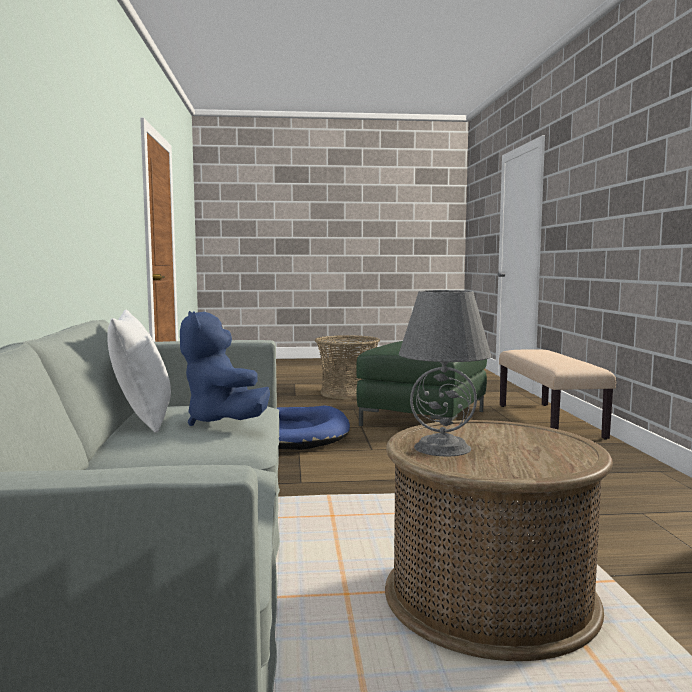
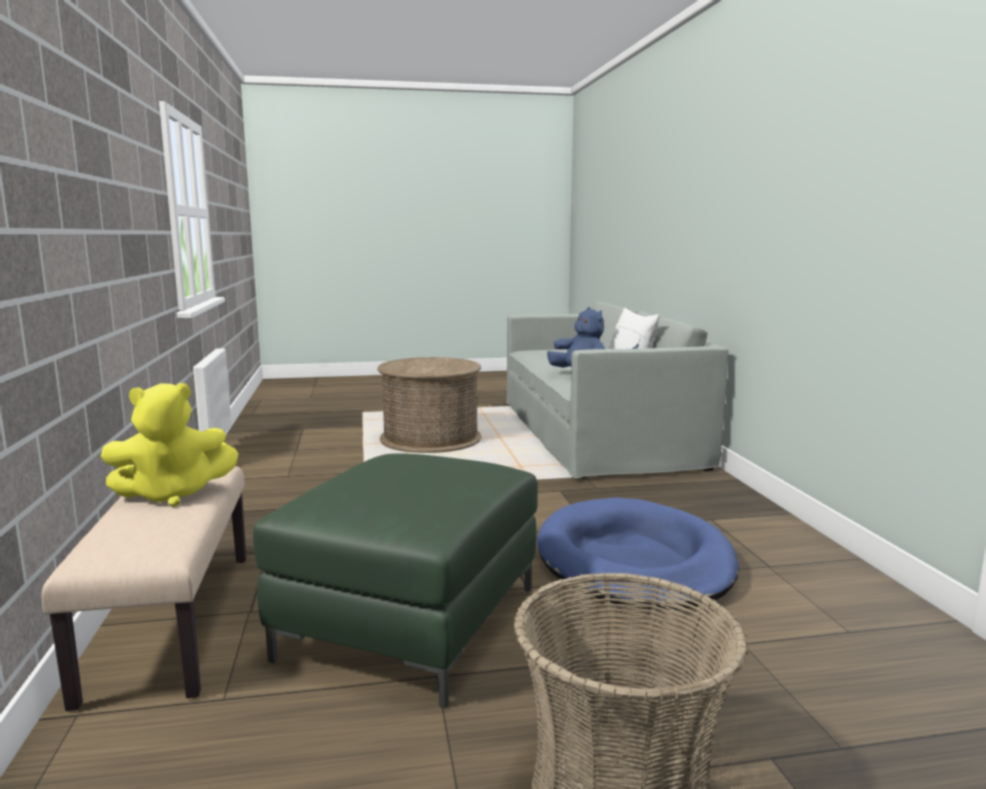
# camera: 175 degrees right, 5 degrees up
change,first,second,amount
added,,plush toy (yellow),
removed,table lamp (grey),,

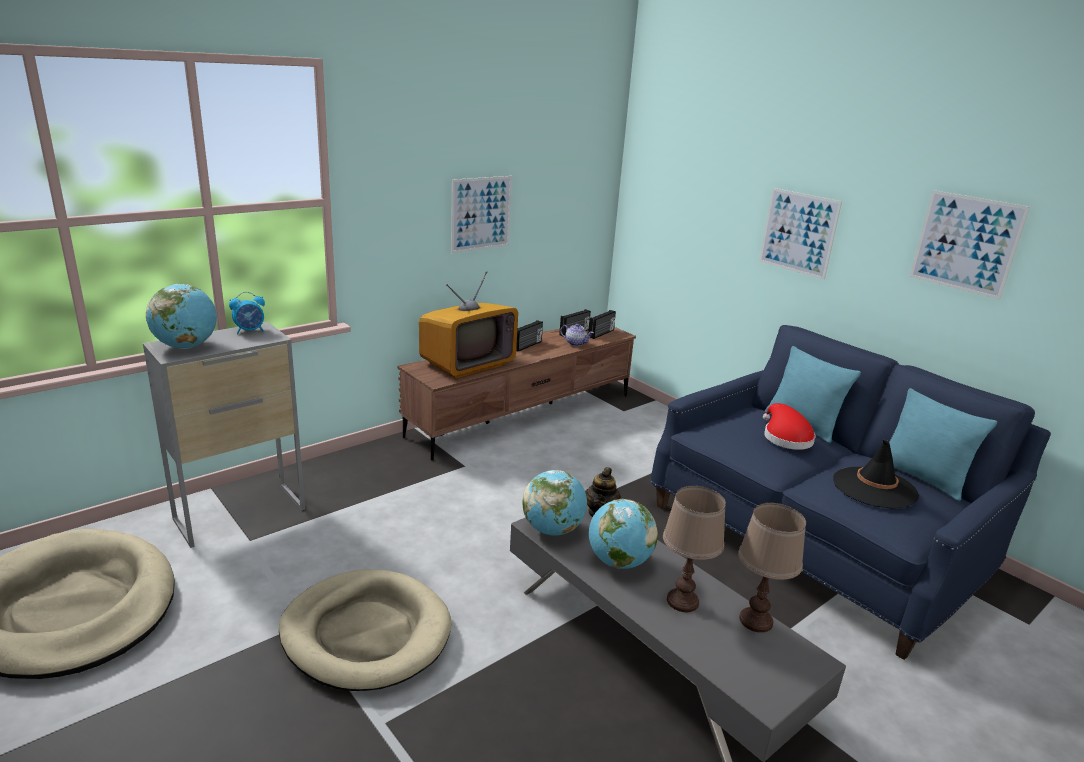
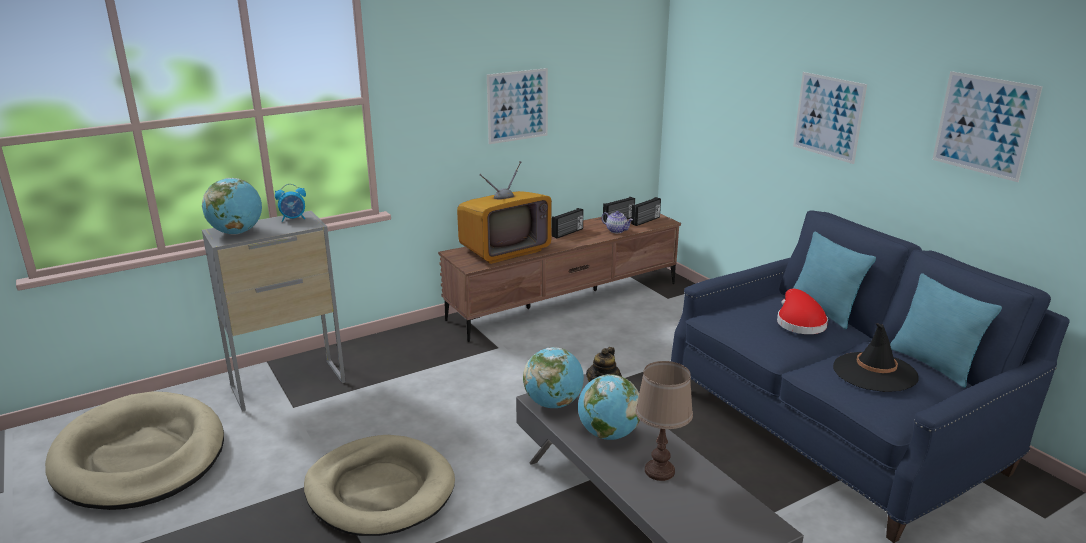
# camera: 10 degrees right, 0 degrees up
change,first,second,amount
removed,table lamp (brown) (2nd from left),,

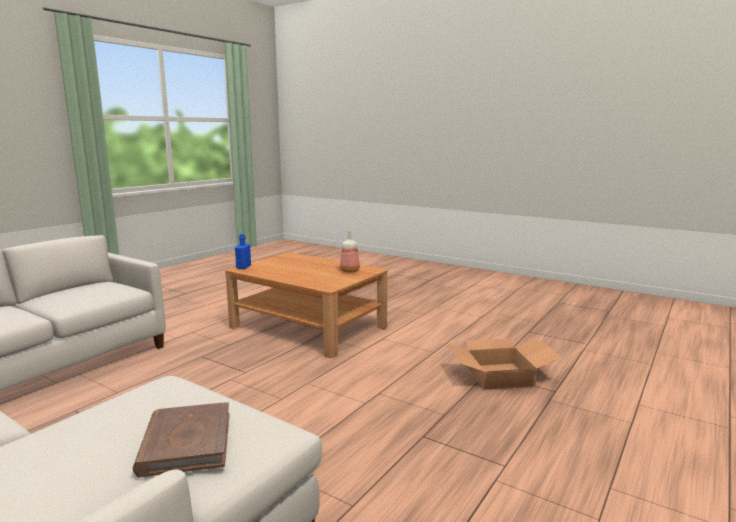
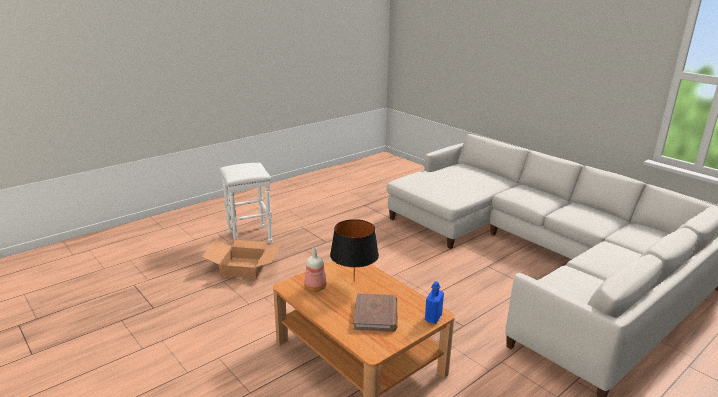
# camera: 165 degrees left, 10 degrees up
change,first,second,amount
added,,stool (white),
added,,table lamp (black),
moved,book (brown),,

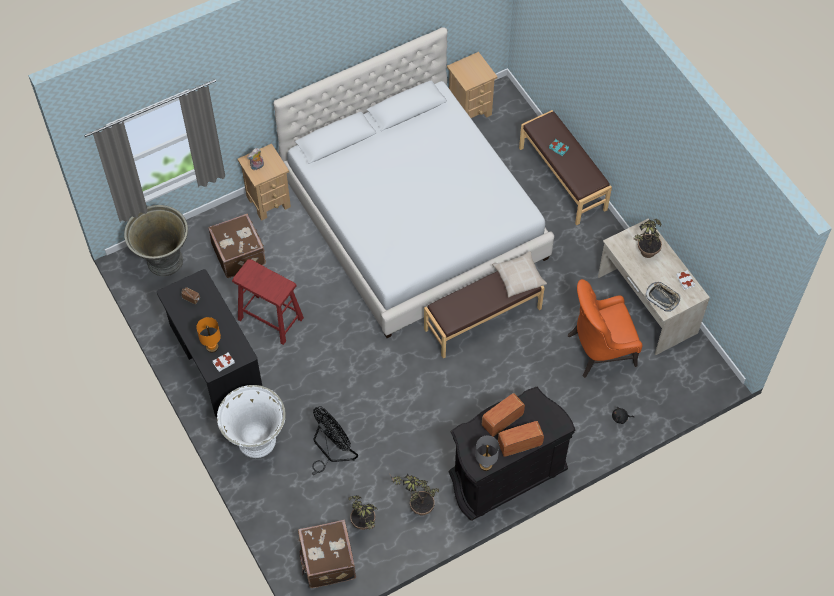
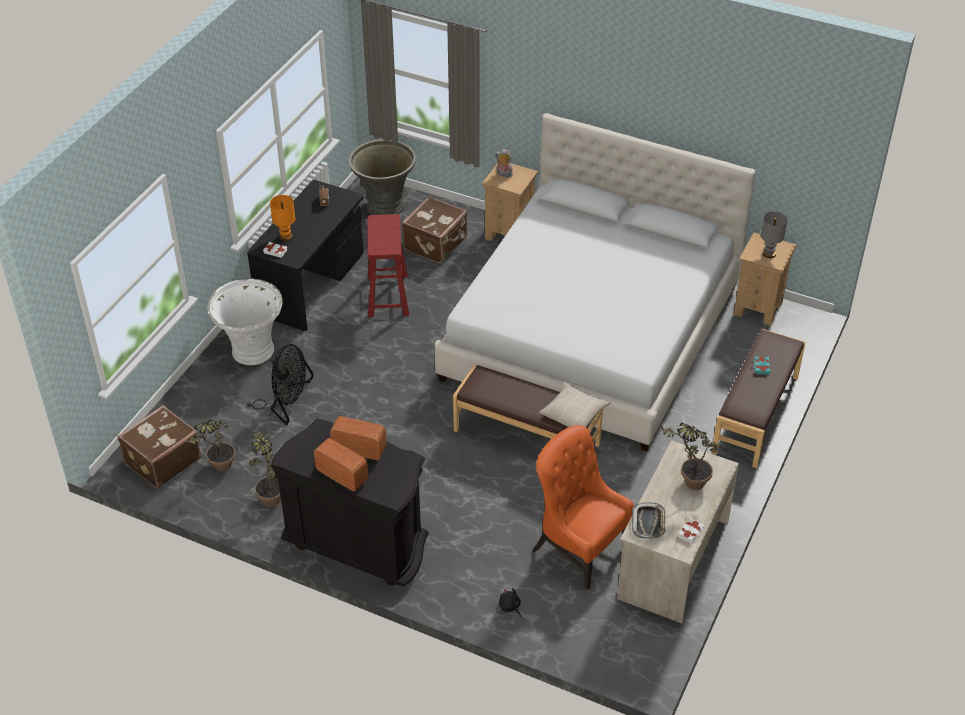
# camera: 55 degrees right, 15 degrees down
change,first,second,amount
moved,table lamp (grey),,

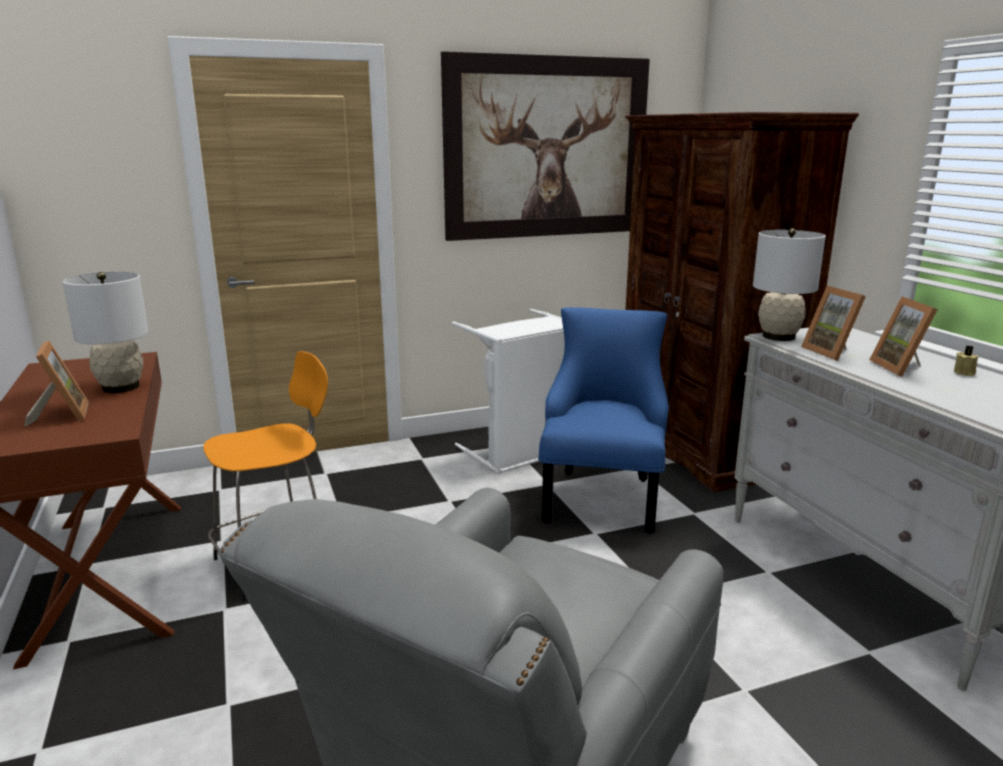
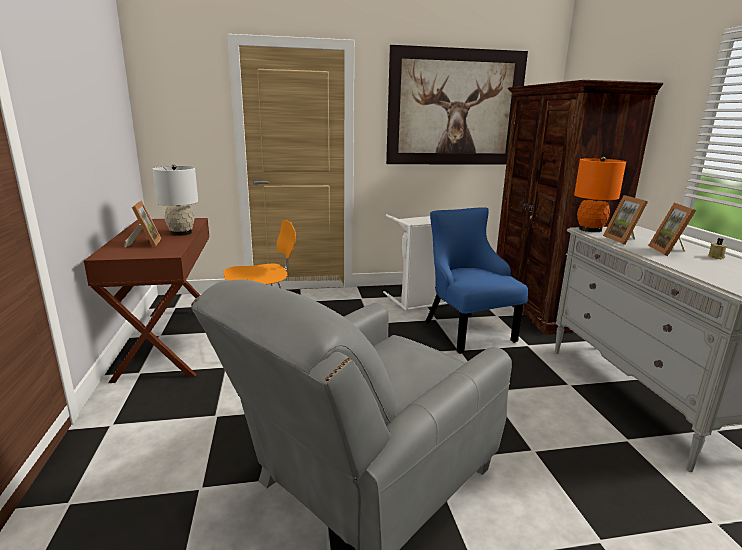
# camera: 10 degrees right, 0 degrees up
change,first,second,amount
turned,chair (blue),,45 degrees counterclockwise
recoloured,table lamp (white) (2nd from left),table lamp (orange),

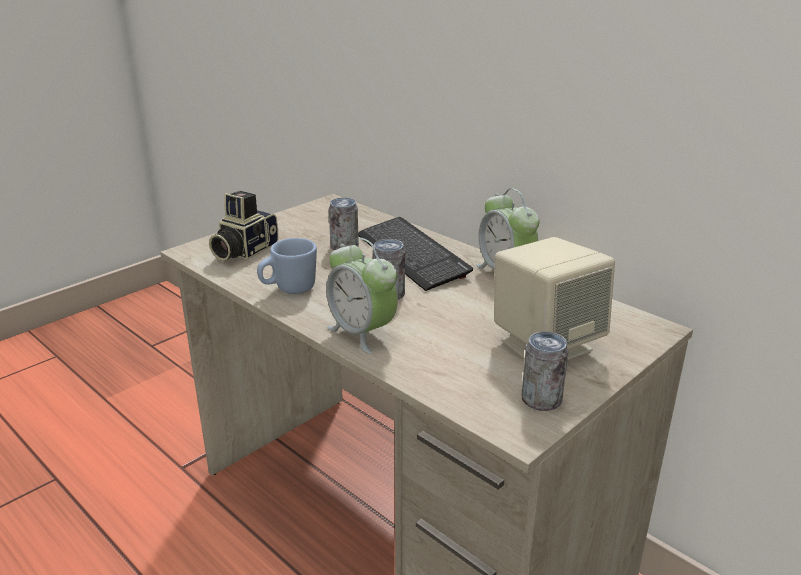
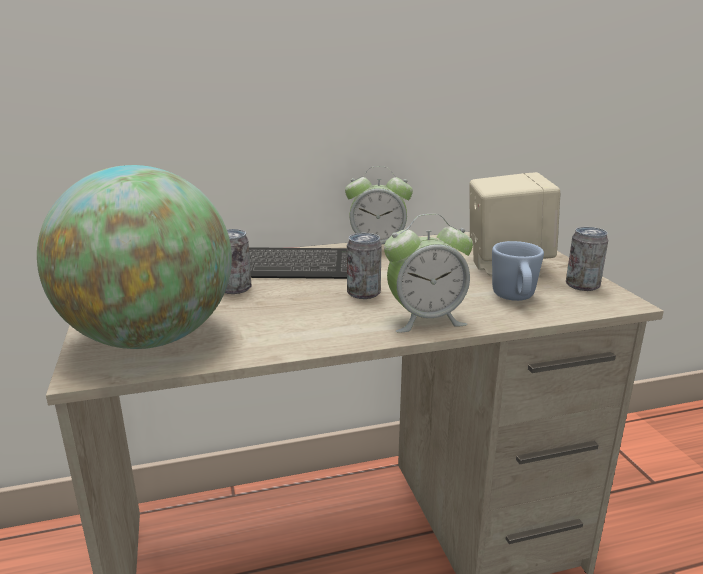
# camera: 60 degrees left, 5 degrees down
change,first,second,amount
replaced,photo camera,globe,
moved,mug (blue),,

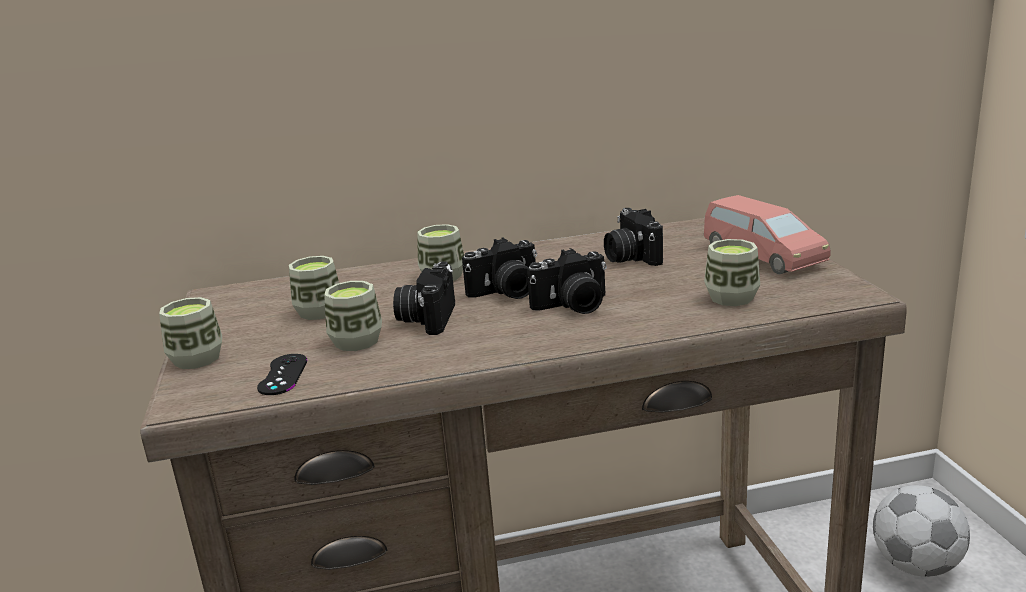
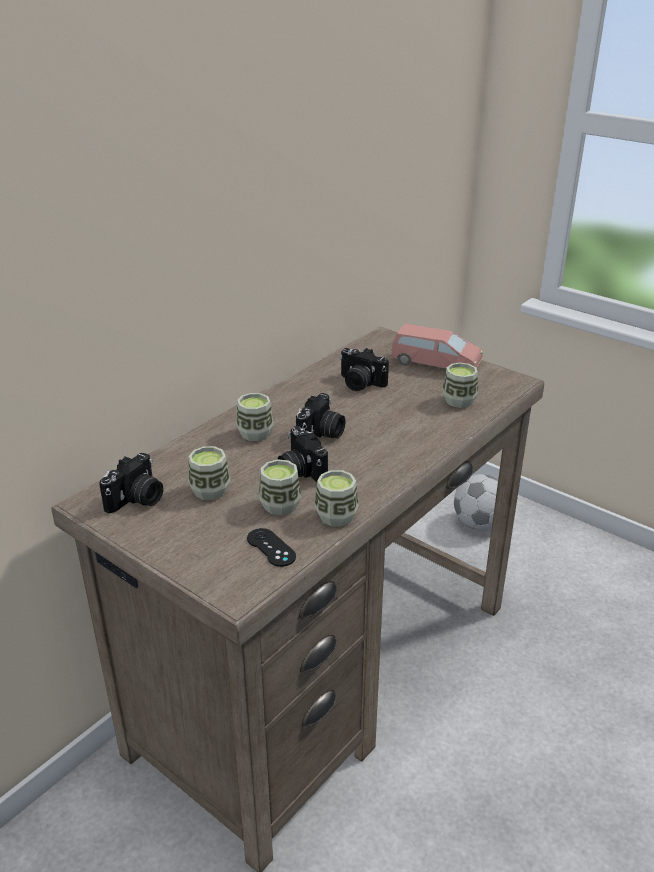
# camera: 40 degrees left, 10 degrees up
change,first,second,amount
moved,photo camera (3rd from left in the first image),photo camera (1st from left),
moved,cup (1st from left in the first image),cup (4th from left),

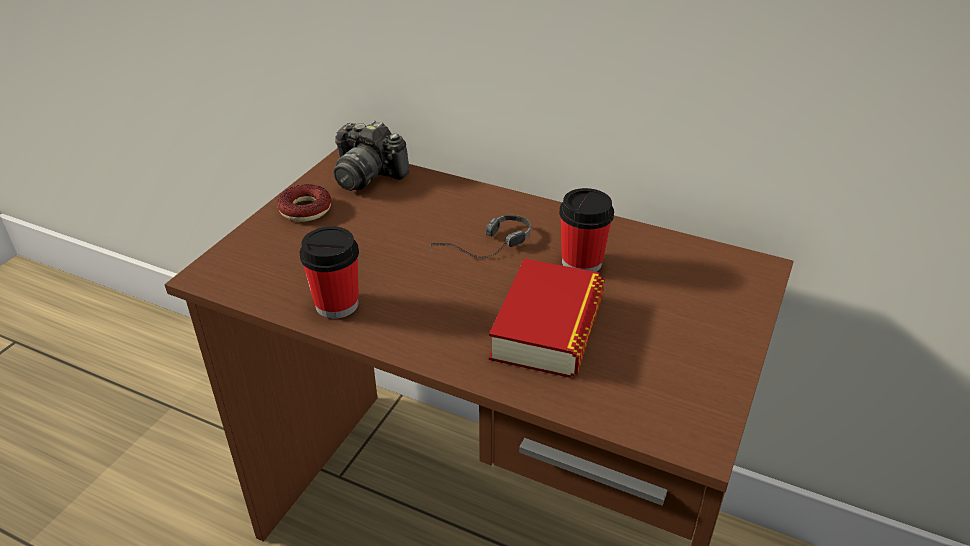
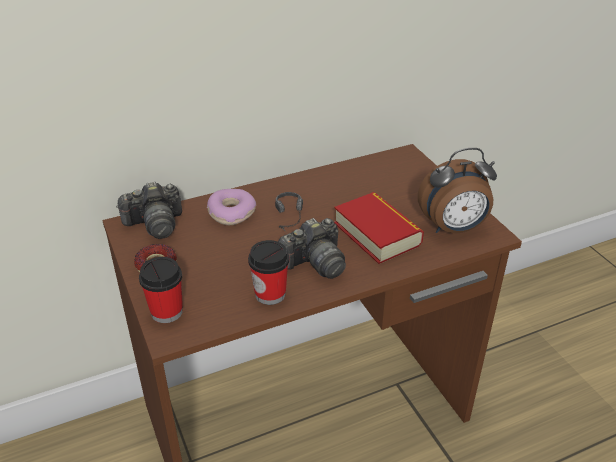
# camera: 50 degrees left, 0 degrees up
change,first,second,amount
moved,cup (2nd from left in the first image),cup (1st from left),
added,,donut (2nd from left),
added,,photo camera (2nd from left),
added,,alarm clock,

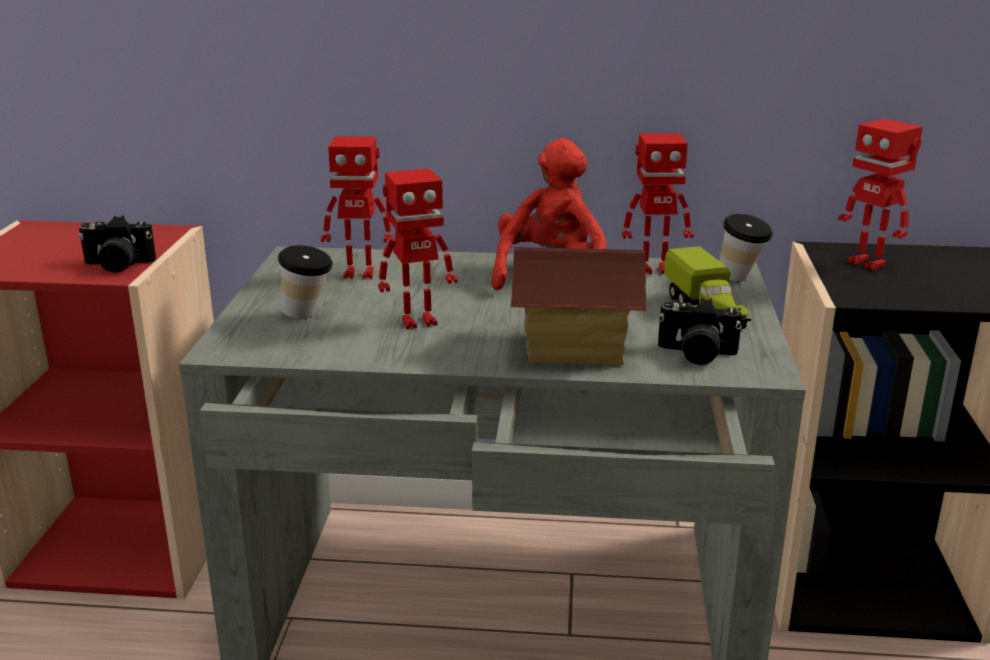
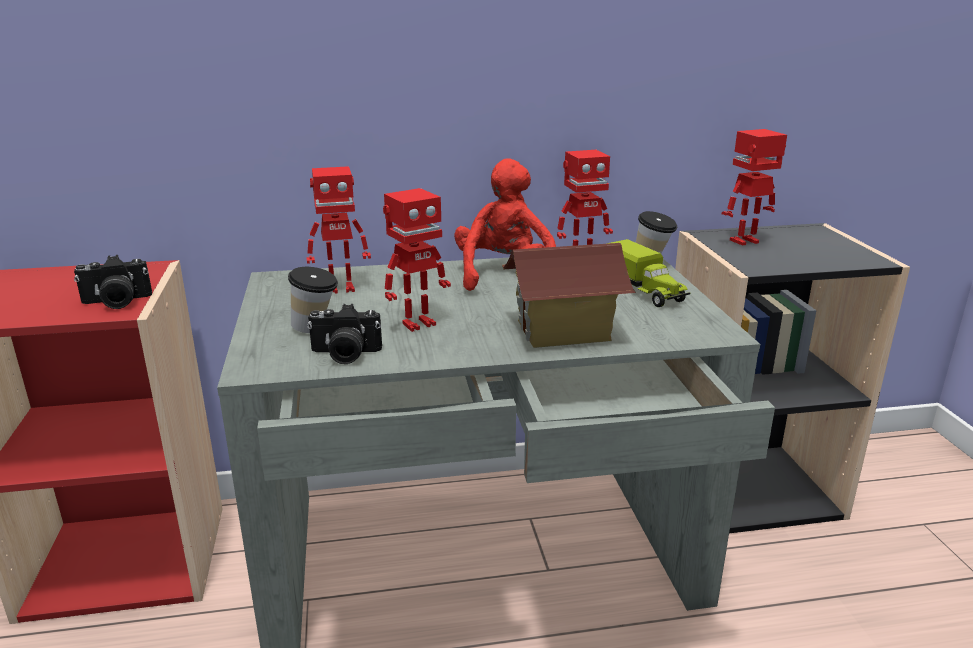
# camera: 15 degrees left, 0 degrees up
change,first,second,amount
moved,photo camera (2nd from left),,
turned,toy robot (4th from left),,120 degrees clockwise

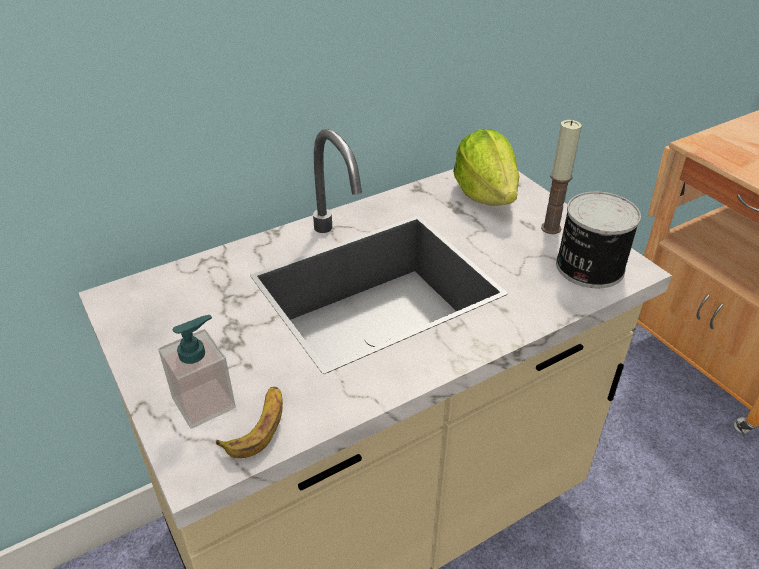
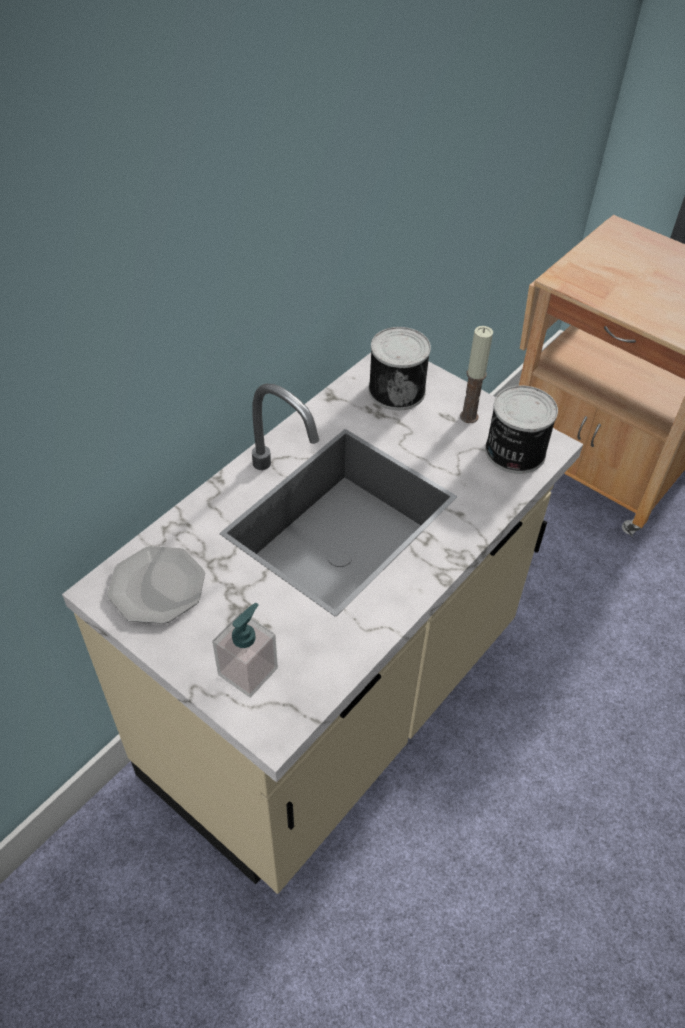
# camera: 20 degrees left, 10 degrees up
change,first,second,amount
added,,plate,
replaced,lettuce,can (1st from left),
removed,banana,,

